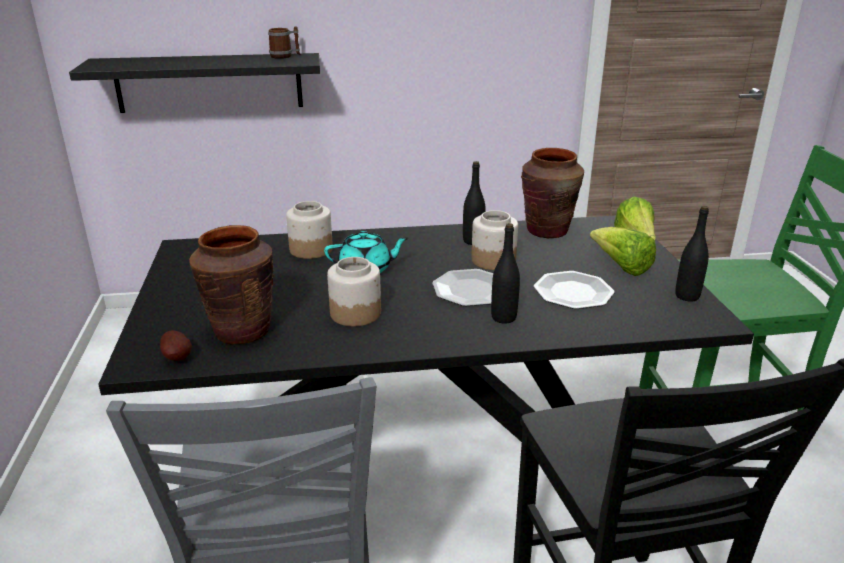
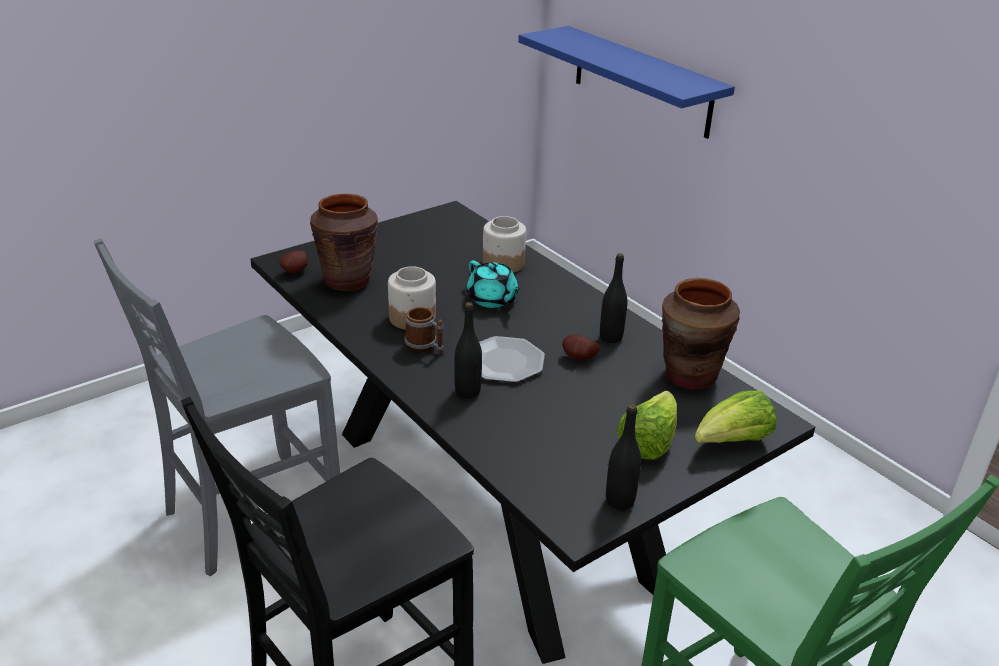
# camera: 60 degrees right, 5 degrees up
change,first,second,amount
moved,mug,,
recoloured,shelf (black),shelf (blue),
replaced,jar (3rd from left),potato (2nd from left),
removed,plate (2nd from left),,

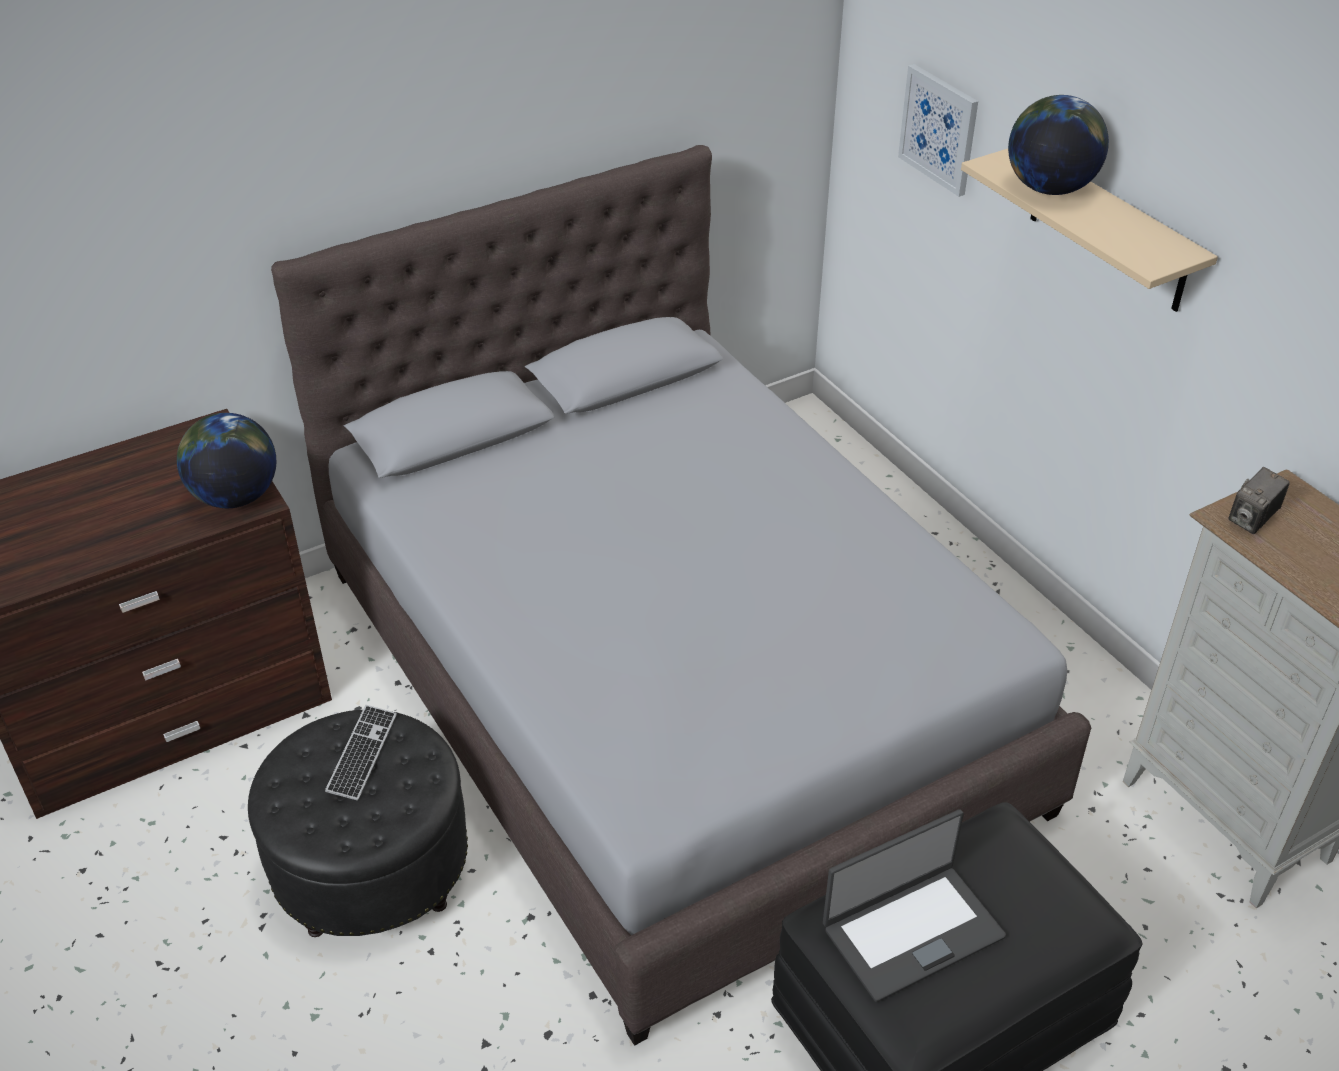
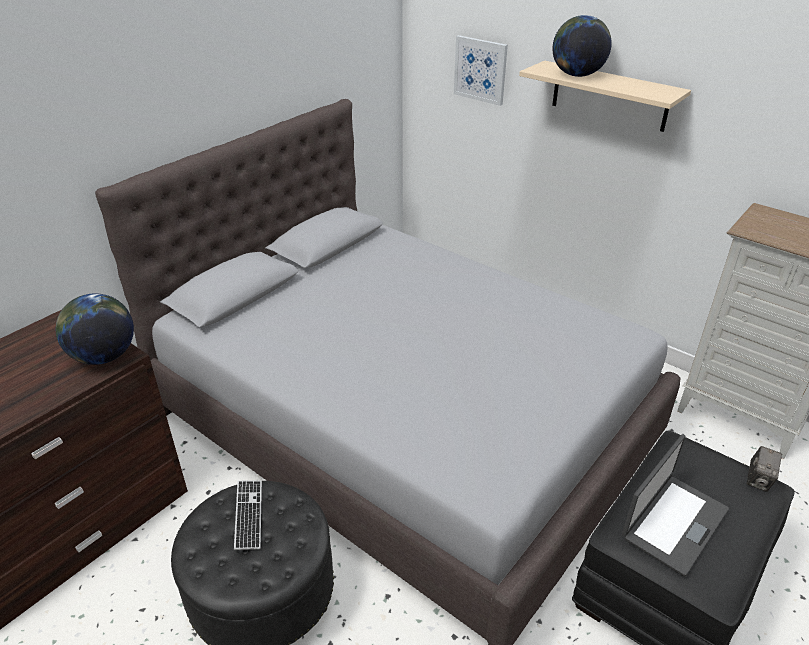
# camera: 20 degrees left, 5 degrees down
change,first,second,amount
moved,photo camera,,

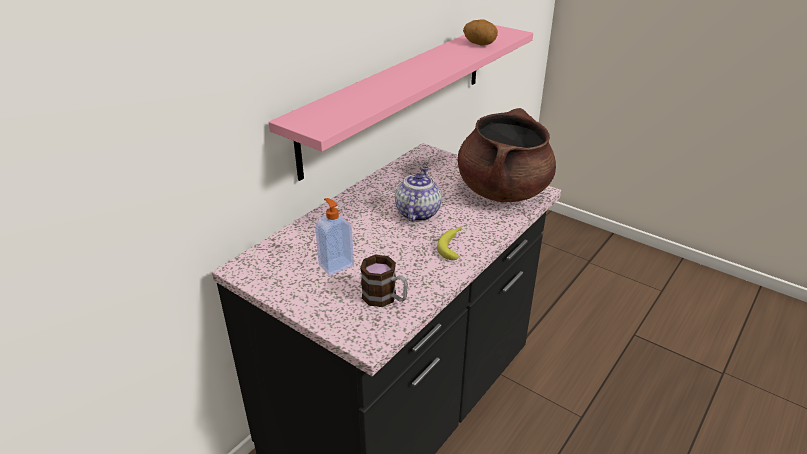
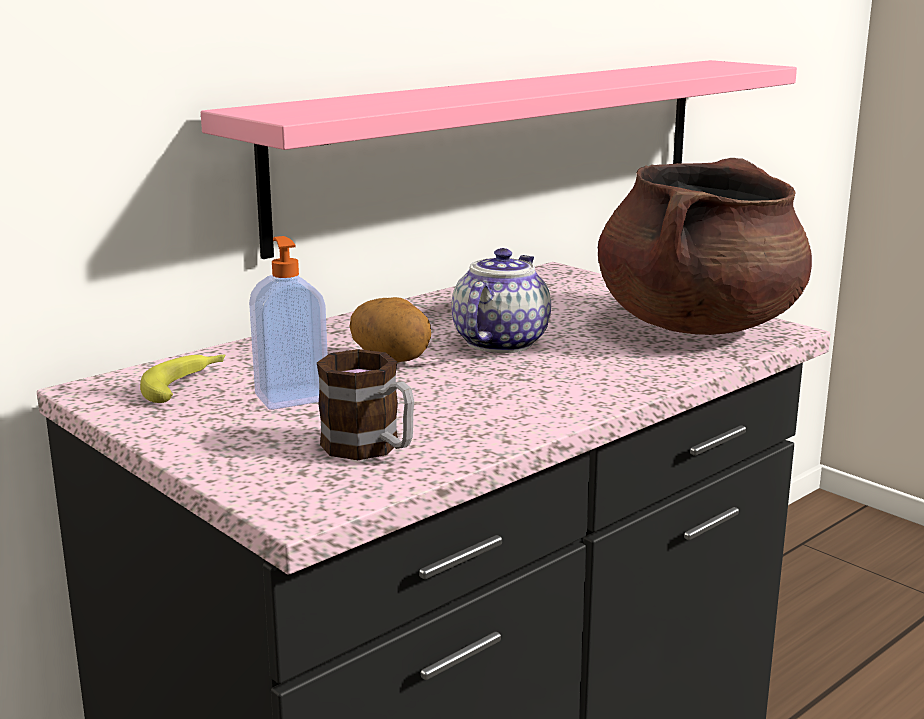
# camera: 10 degrees right, 15 degrees down
change,first,second,amount
moved,banana,,
moved,potato,,

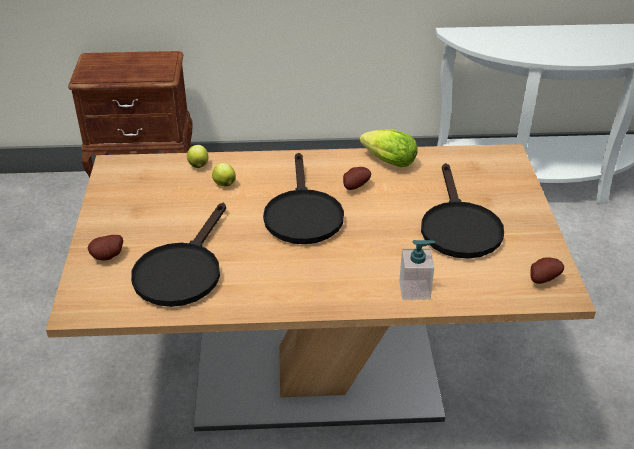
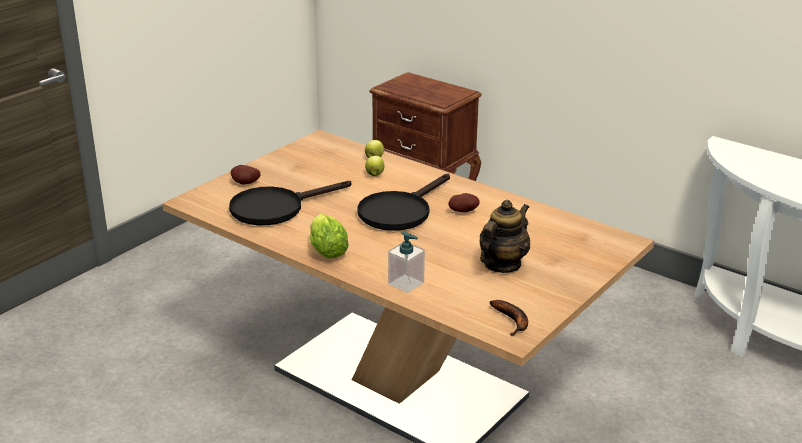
# camera: 40 degrees right, 10 degrees down
change,first,second,amount
moved,lettuce,,
replaced,frying pan (black) (3rd from left),teapot,
replaced,potato (3rd from left),banana,

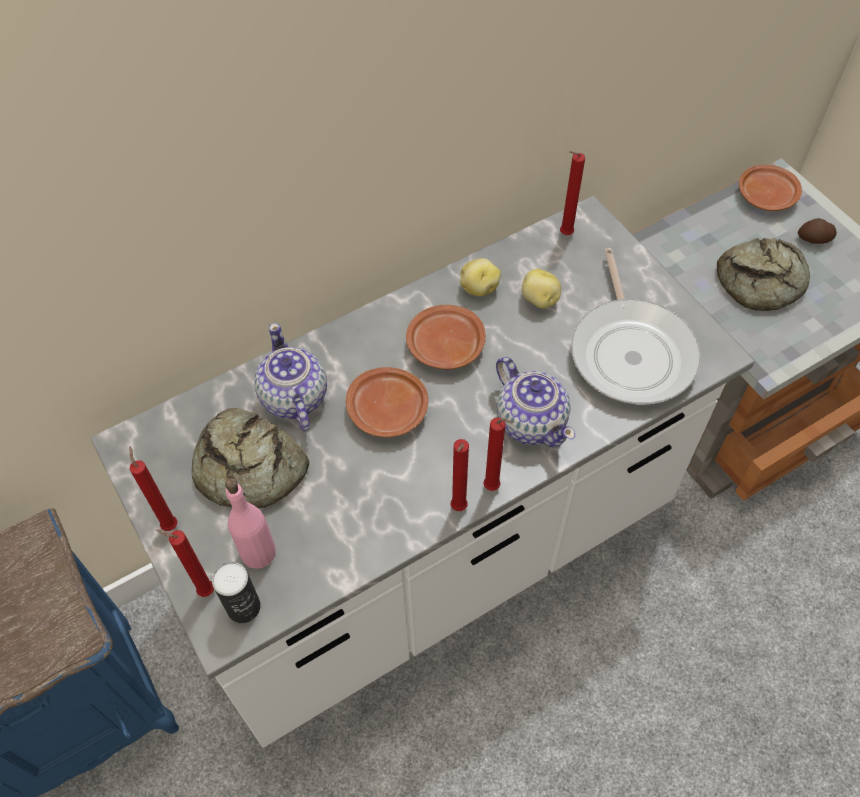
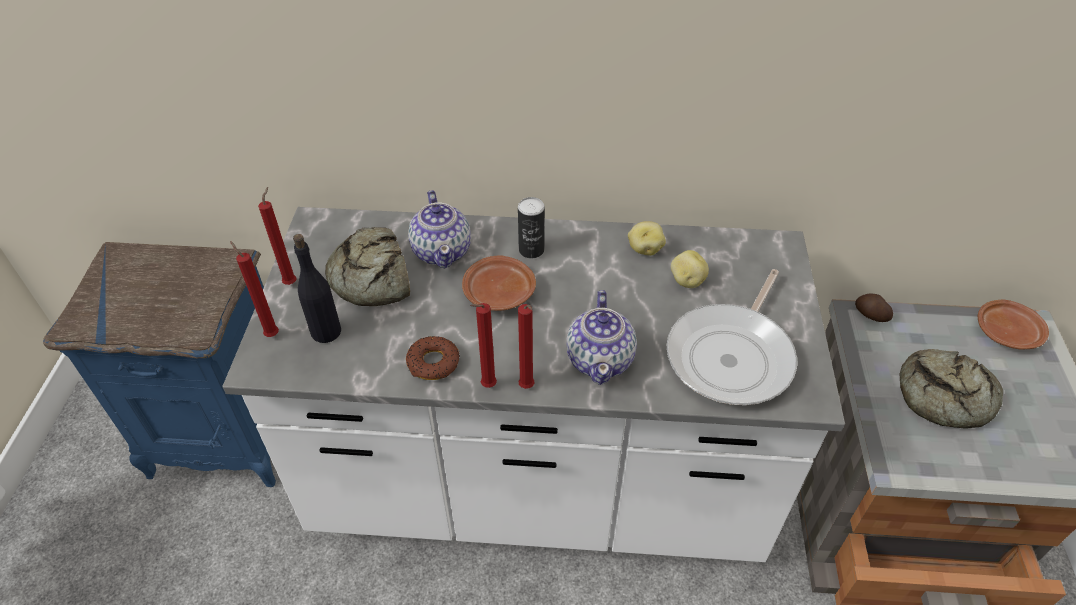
# camera: 35 degrees right, 10 degrees down
change,first,second,amount
recoloured,bottle (pink),bottle (black),
added,,donut,
turned,teapot (1st from left),,150 degrees clockwise
moved,can,,
moved,potato (3rd from left),,
removed,plate (brown) (2nd from left),,
removed,candle (red) (5th from left),,

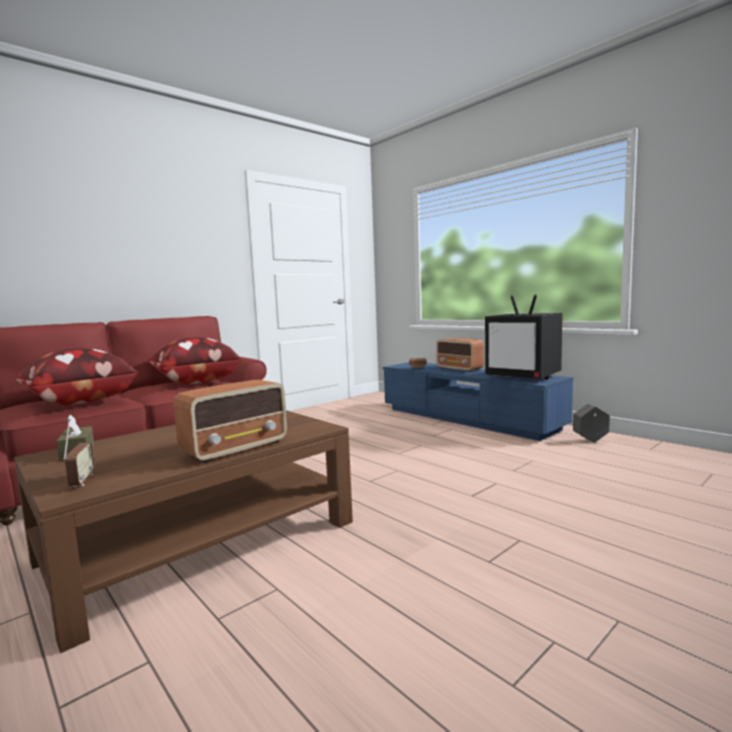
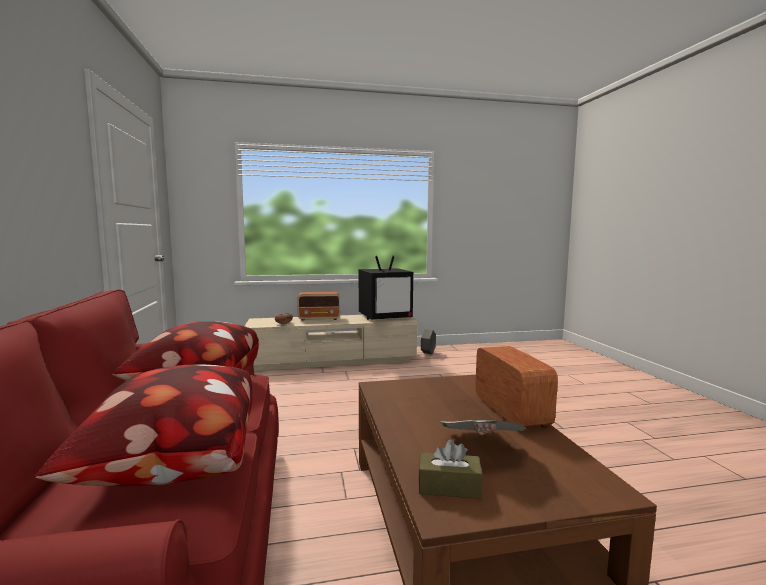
# camera: 60 degrees left, 0 degrees up
change,first,second,amount
recoloured,tv stand (blue),tv stand (beige),
added,,newspaper,
removed,radio (1st from left),,

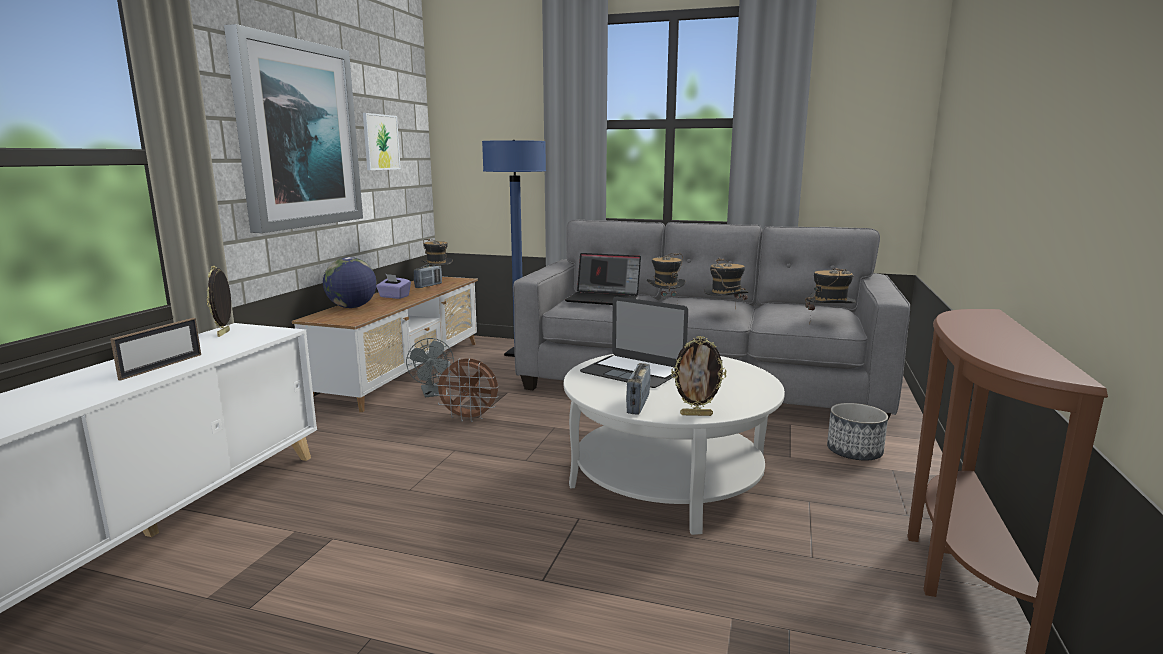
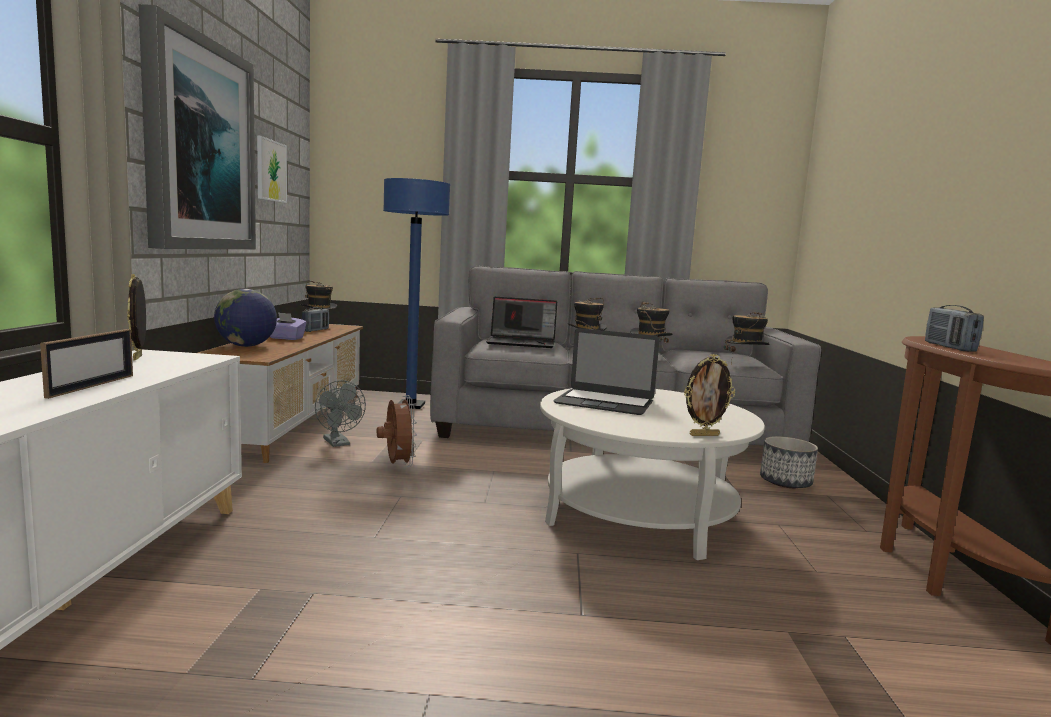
# camera: 15 degrees left, 5 degrees down
change,first,second,amount
turned,fan (brown),,105 degrees counterclockwise
moved,radio (2nd from left),,

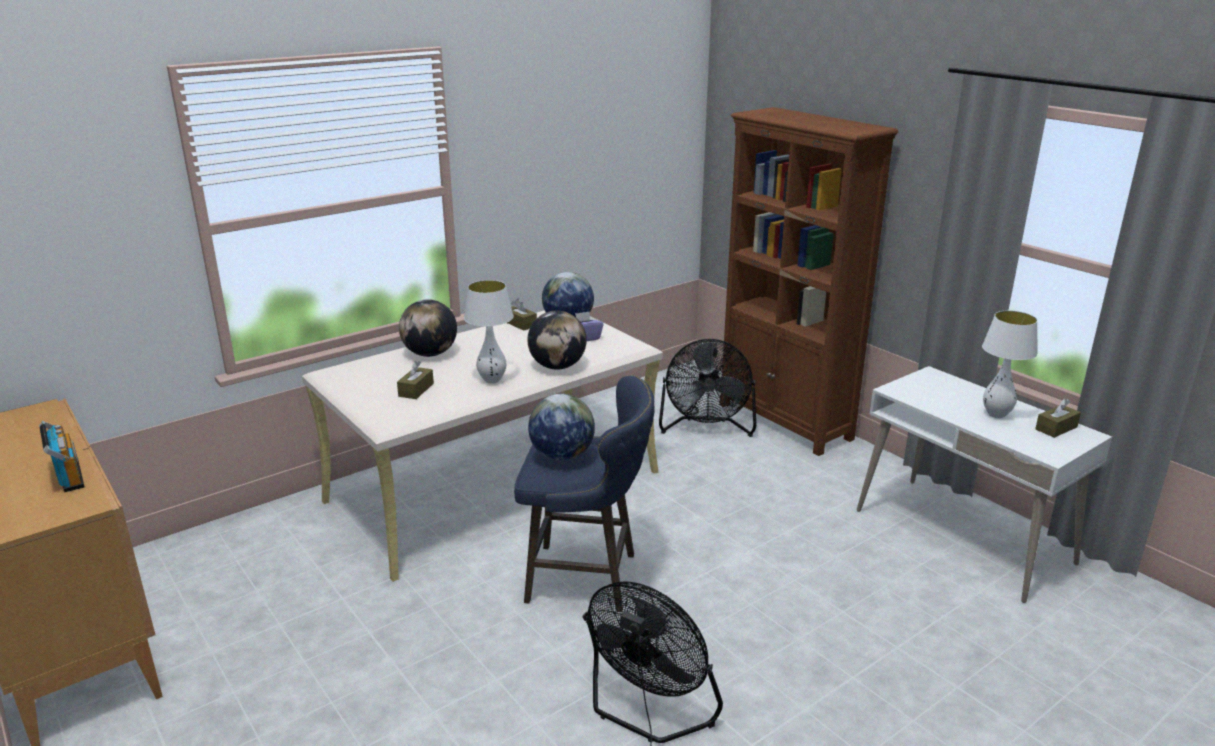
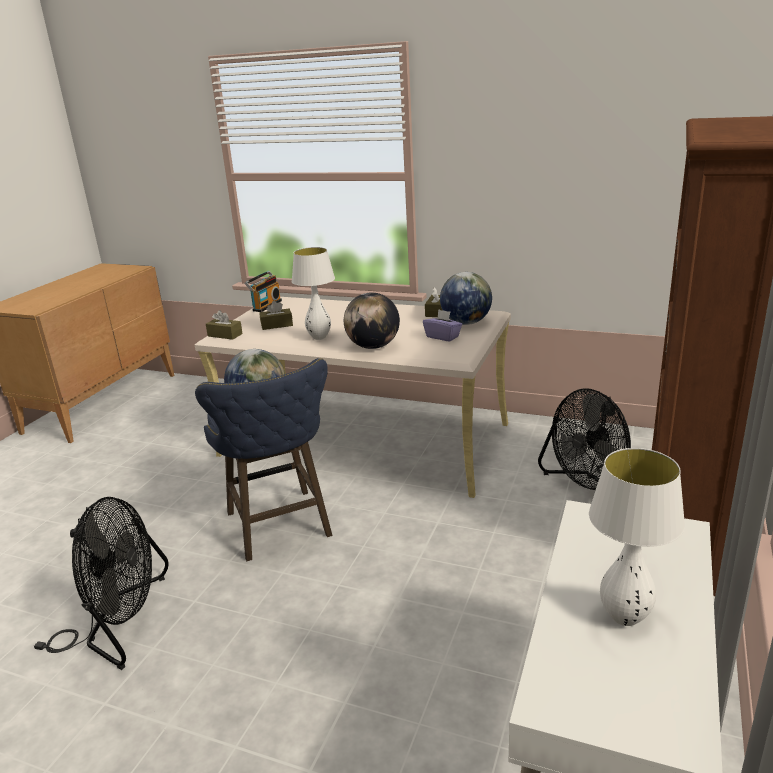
# camera: 60 degrees right, 0 degrees up
change,first,second,amount
moved,tissue box (brown) (3rd from left in the first image),tissue box (brown) (1st from left),
moved,radio,,
removed,globe (1st from left),,

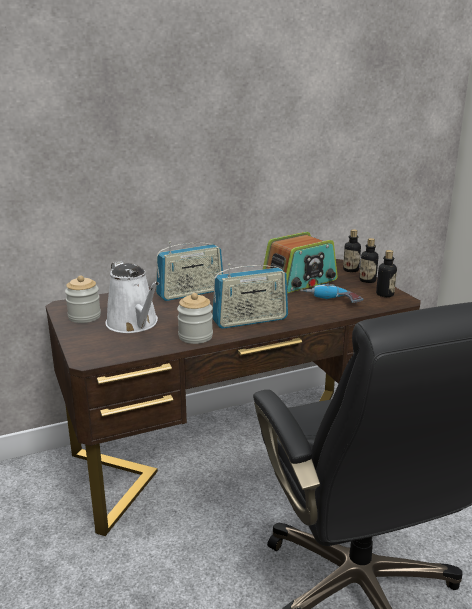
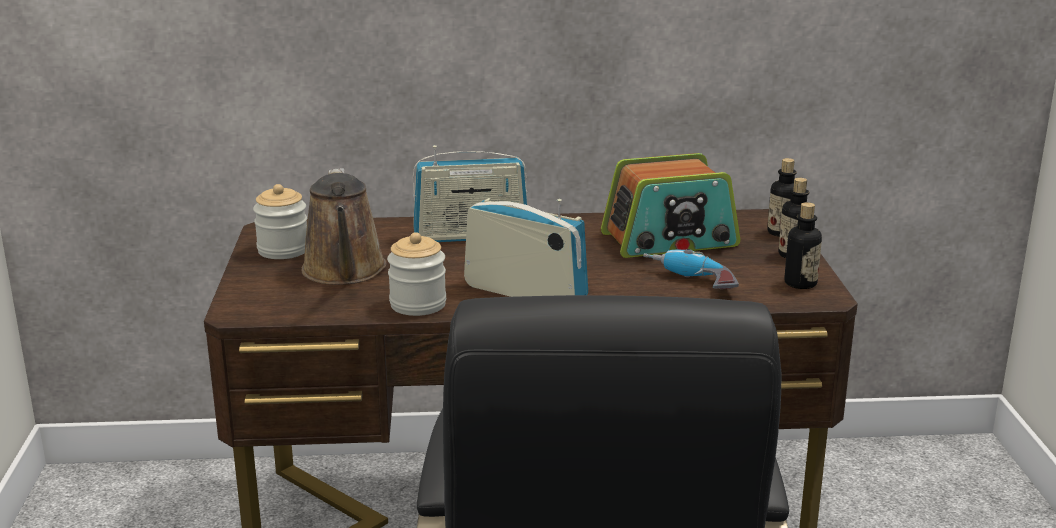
# camera: 20 degrees right, 0 degrees up
change,first,second,amount
recoloured,watering can (white),watering can (brown),
turned,radio (2nd from left),,150 degrees counterclockwise

